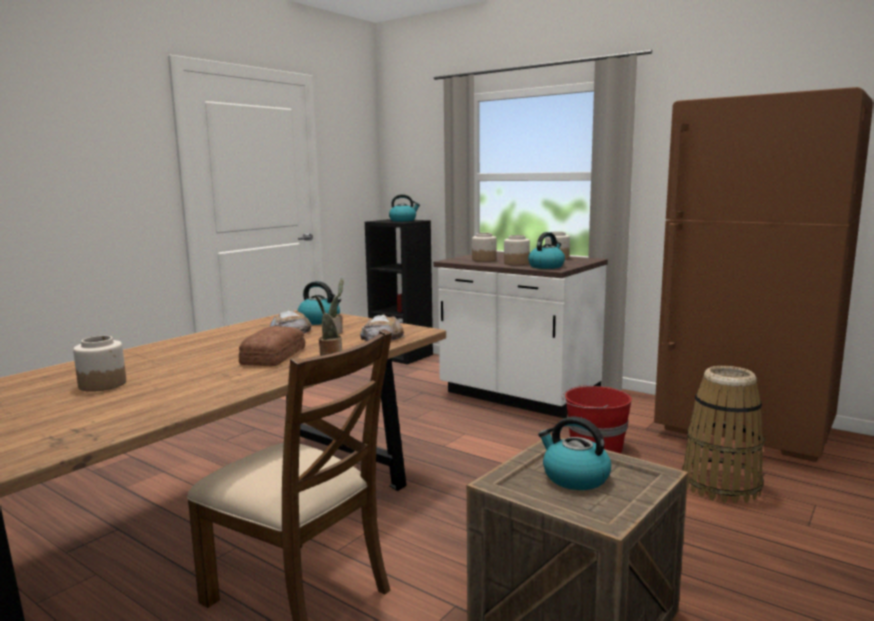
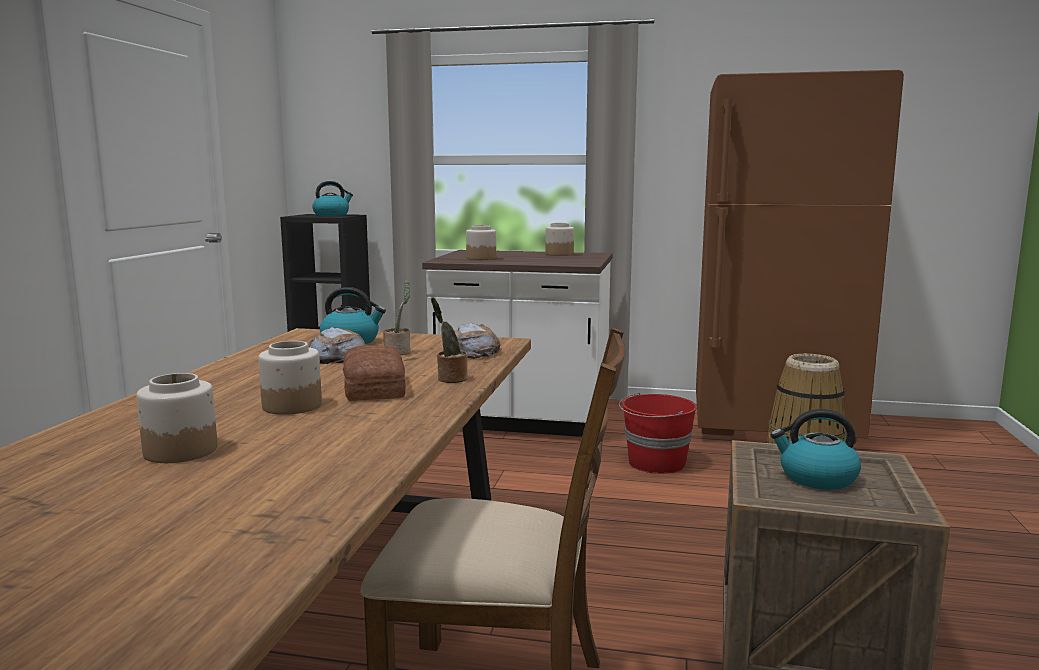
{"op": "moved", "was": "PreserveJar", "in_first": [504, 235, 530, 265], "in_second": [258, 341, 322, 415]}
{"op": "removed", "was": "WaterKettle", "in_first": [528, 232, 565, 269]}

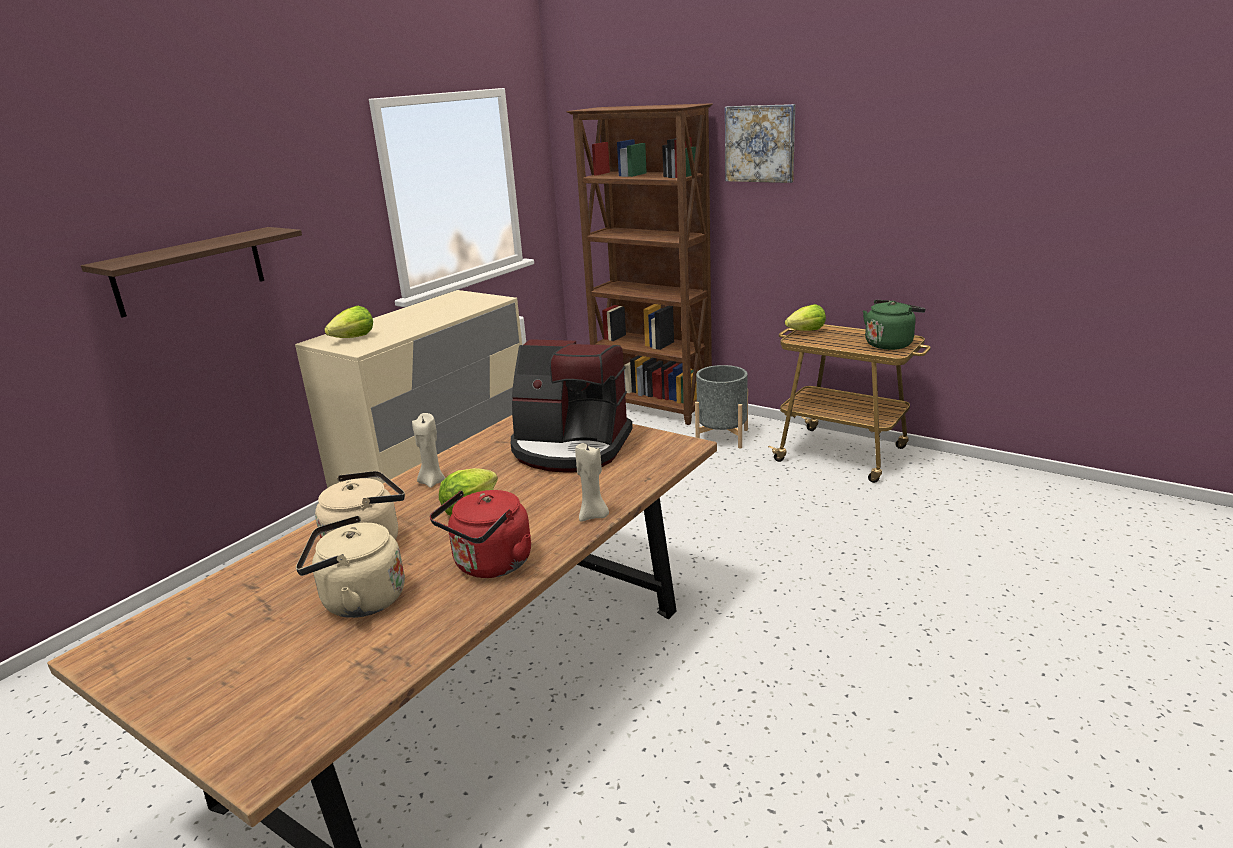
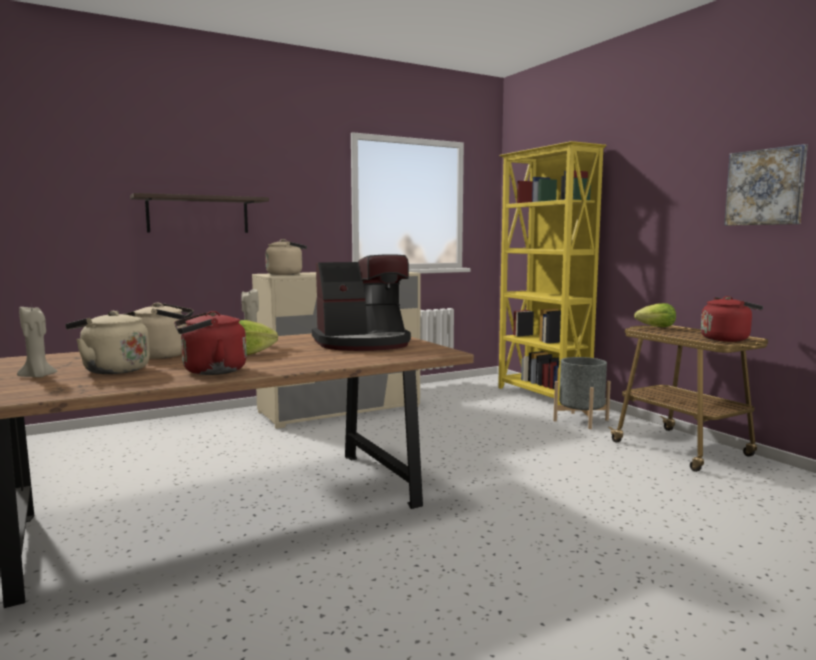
{"op": "replaced", "was": "Lettuce", "now": "SandColouredWaterKettle", "in_first": [324, 306, 373, 338], "in_second": [265, 239, 307, 275]}
{"op": "turned", "was": "CoffeeBrewer", "in_first": [511, 339, 633, 473], "in_second": [312, 254, 411, 351], "clockwise": -60}
{"op": "recoloured", "was": "BrownBookcase", "now": "YellowishBookcase", "in_first": [567, 103, 713, 425], "in_second": [498, 141, 607, 405]}
{"op": "moved", "was": "SandColouredWaxCandle", "in_first": [575, 443, 609, 521], "in_second": [17, 307, 58, 378]}
{"op": "moved", "was": "WallPicture", "in_first": [725, 104, 795, 183], "in_second": [724, 144, 808, 226]}
{"op": "recoloured", "was": "GreenColouredWaterKettle", "now": "RedWaterKettle", "in_first": [863, 300, 926, 350], "in_second": [701, 296, 763, 342]}

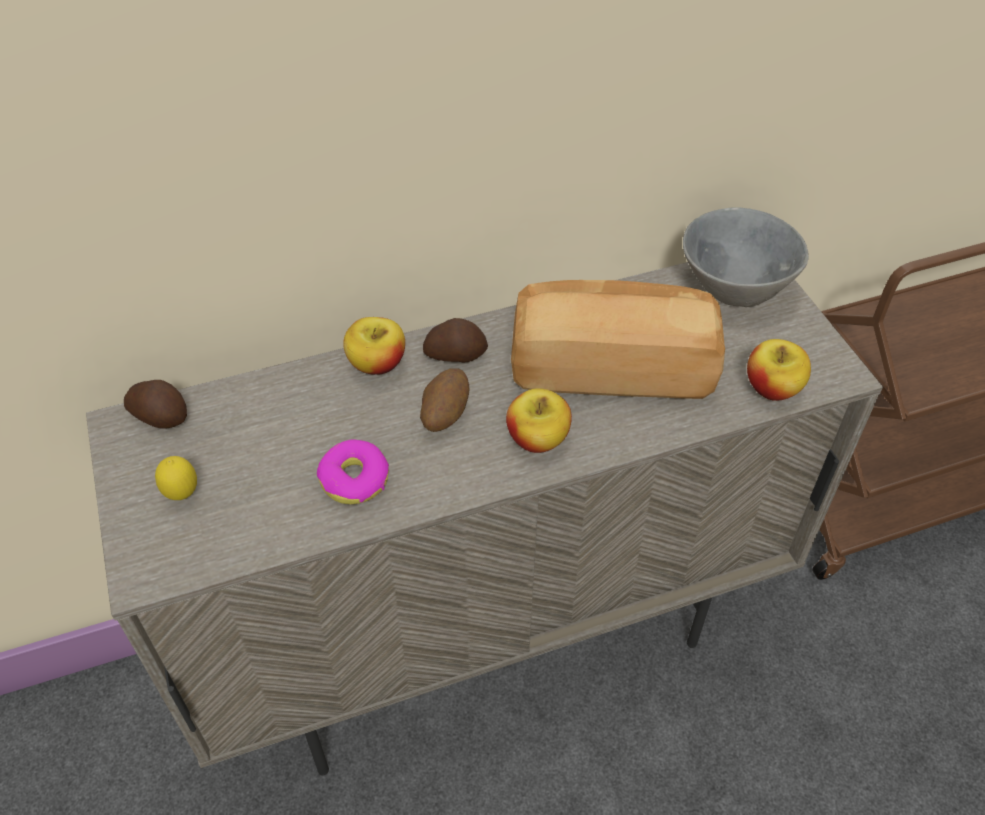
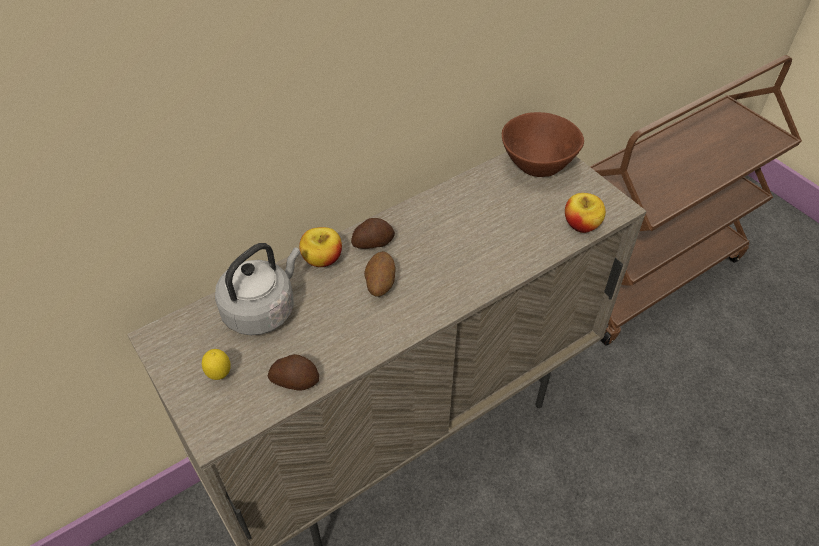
{"op": "moved", "was": "Spud", "in_first": [124, 380, 187, 429], "in_second": [268, 354, 319, 390]}
{"op": "removed", "was": "Donut", "in_first": [317, 440, 389, 504]}
{"op": "removed", "was": "AppleFruit", "in_first": [506, 388, 572, 453]}
{"op": "removed", "was": "Bread", "in_first": [511, 280, 725, 399]}
{"op": "recoloured", "was": "GreyishServingBowl", "now": "BrownServingBowl", "in_first": [683, 207, 809, 307], "in_second": [502, 112, 584, 177]}
{"op": "added", "now": "GreyishWaterKettle", "in_second": [215, 243, 300, 335]}

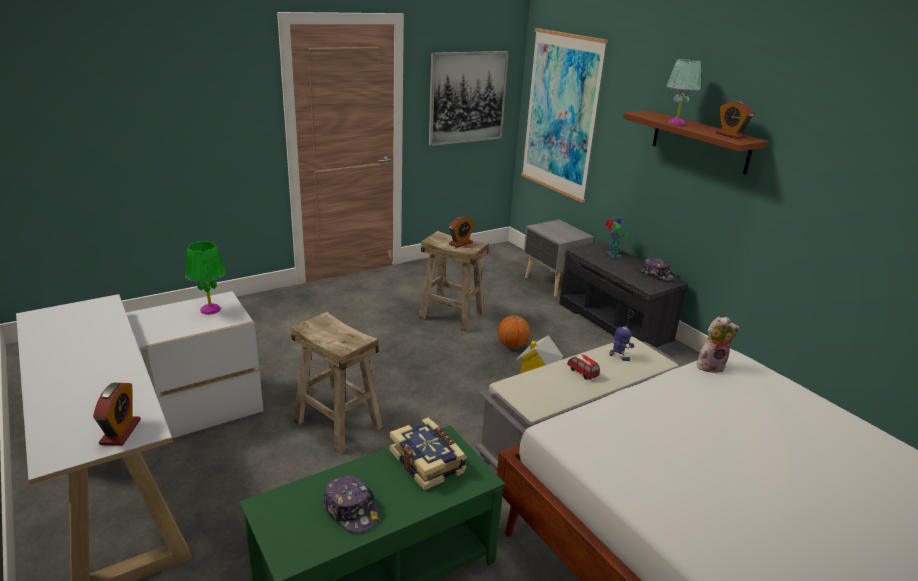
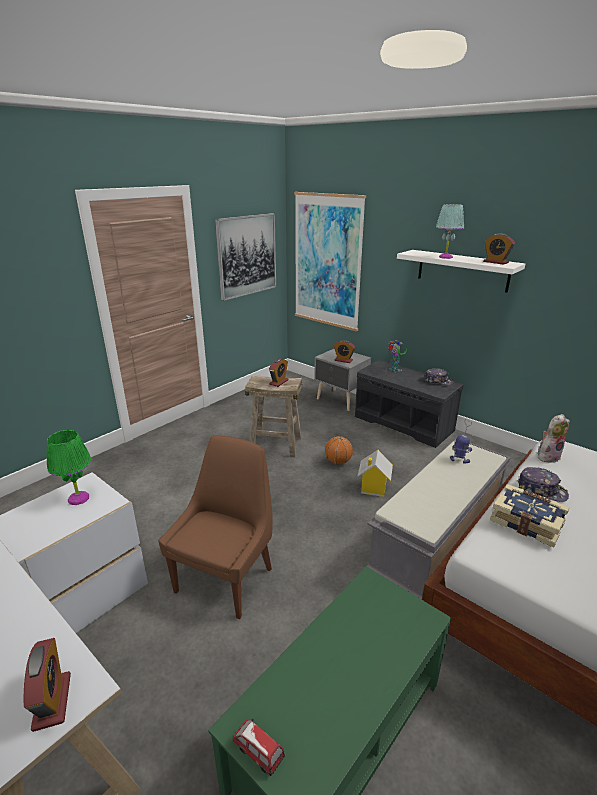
{"op": "replaced", "was": "SandColouredStoolSeat", "now": "BrownUprightChair", "in_first": [291, 312, 383, 454], "in_second": [158, 435, 273, 619]}
{"op": "moved", "was": "PeakedCap", "in_first": [323, 475, 380, 533], "in_second": [518, 467, 569, 502]}
{"op": "moved", "was": "Book", "in_first": [390, 418, 467, 490], "in_second": [490, 484, 569, 547]}
{"op": "moved", "was": "MiniatureCar", "in_first": [567, 354, 600, 380], "in_second": [233, 718, 285, 776]}
{"op": "recoloured", "was": "BrownBracketShelf", "now": "WhiteColouredBracketShelf", "in_first": [623, 110, 768, 175], "in_second": [397, 250, 525, 293]}
{"op": "added", "now": "BedsideClock", "in_second": [334, 340, 355, 363]}

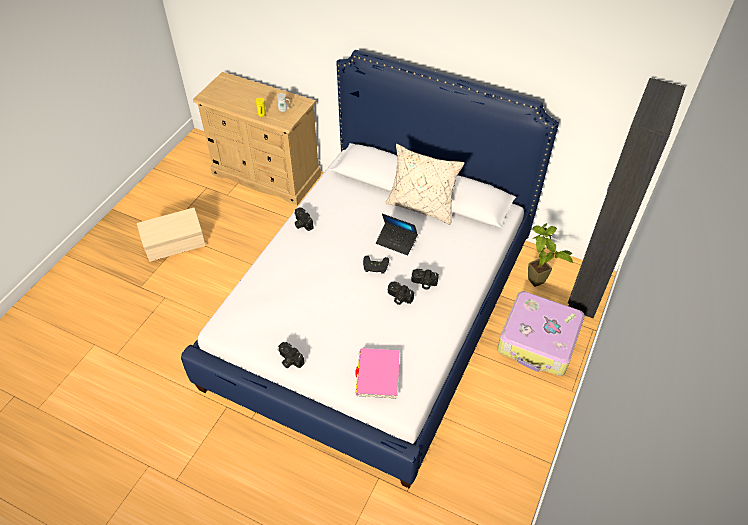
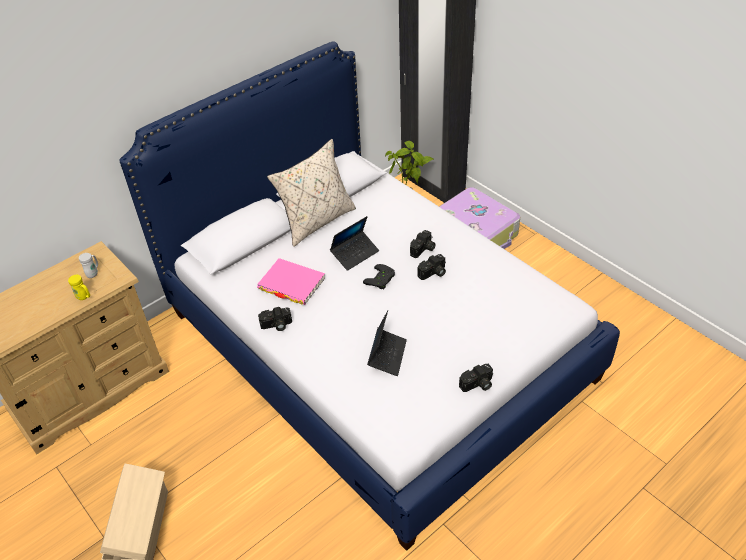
{"op": "moved", "was": "PinkColouredBook", "in_first": [355, 348, 400, 399], "in_second": [257, 258, 325, 305]}
{"op": "added", "now": "PortableComputer", "in_second": [367, 310, 407, 376]}

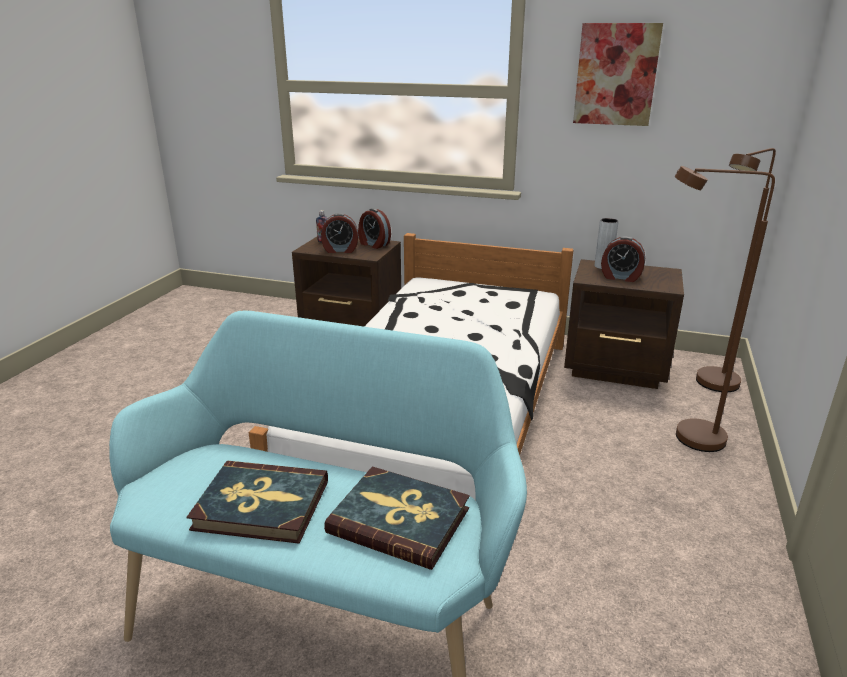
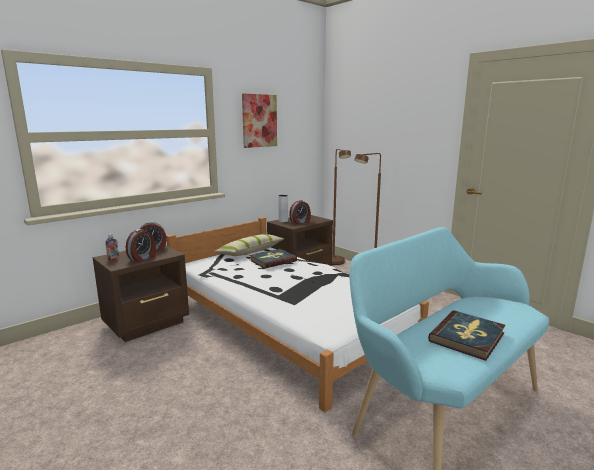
{"op": "moved", "was": "Book", "in_first": [324, 466, 470, 570], "in_second": [249, 249, 297, 269]}
{"op": "added", "now": "Cushion", "in_second": [214, 234, 284, 256]}

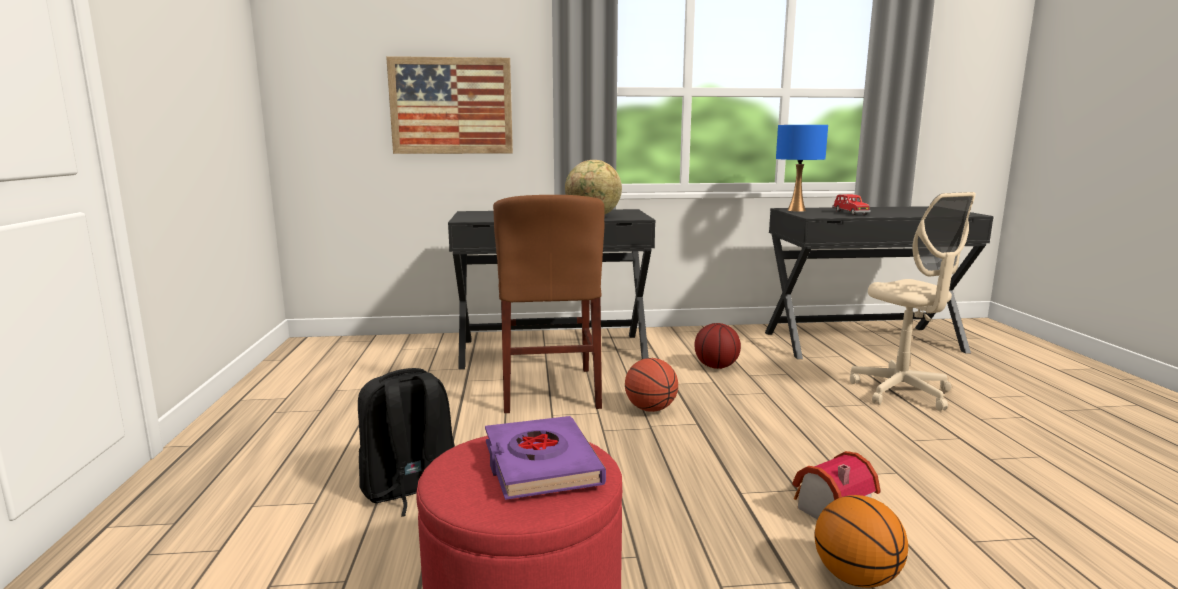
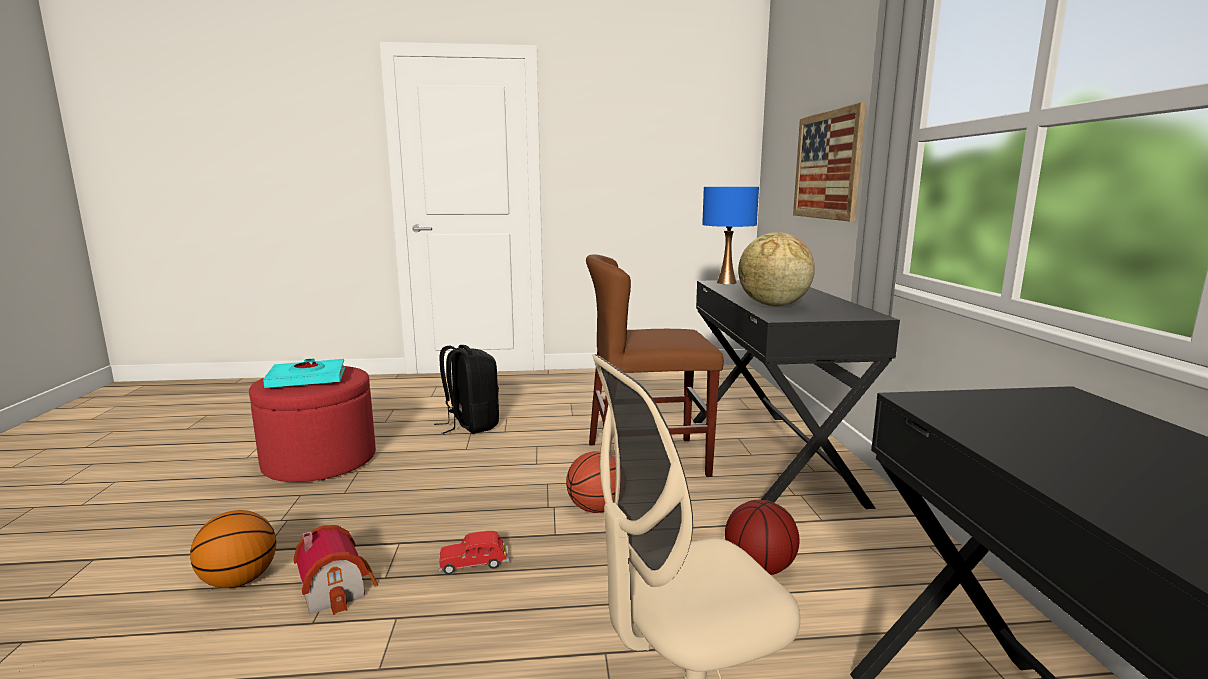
{"op": "recoloured", "was": "PurplishBook", "now": "TurquoiseBook", "in_first": [485, 416, 606, 500], "in_second": [263, 359, 345, 388]}
{"op": "moved", "was": "BluishTabletopLamp", "in_first": [776, 125, 828, 212], "in_second": [702, 187, 759, 284]}
{"op": "moved", "was": "RedMiniatureCar", "in_first": [832, 194, 870, 215], "in_second": [438, 531, 509, 575]}

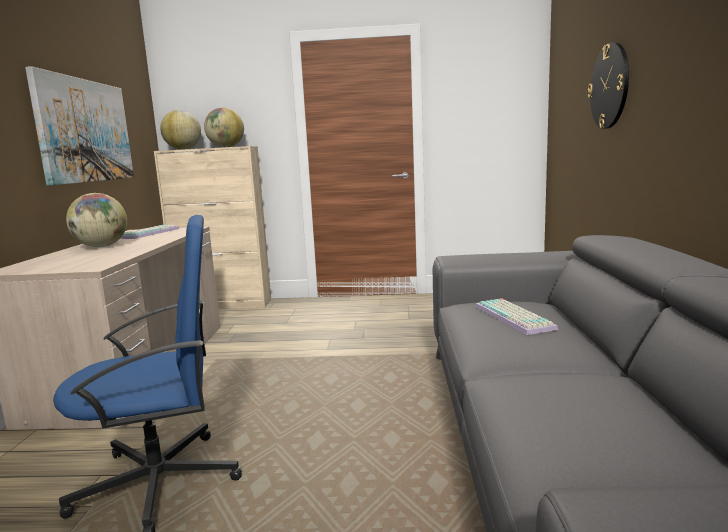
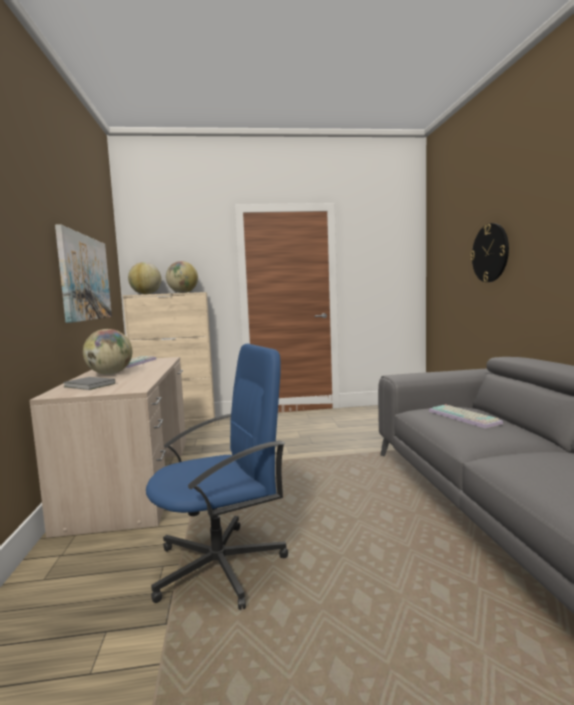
{"op": "added", "now": "GreyishBook", "in_second": [63, 377, 115, 390]}

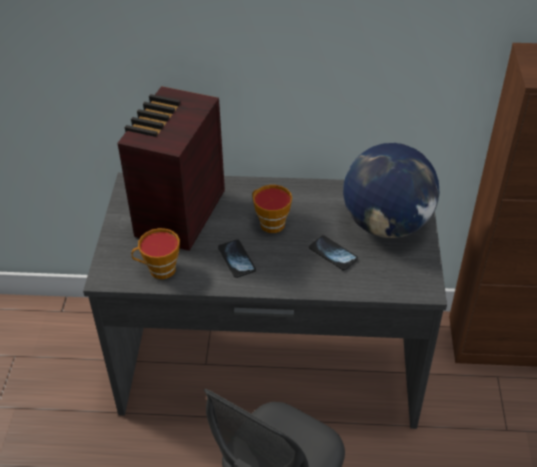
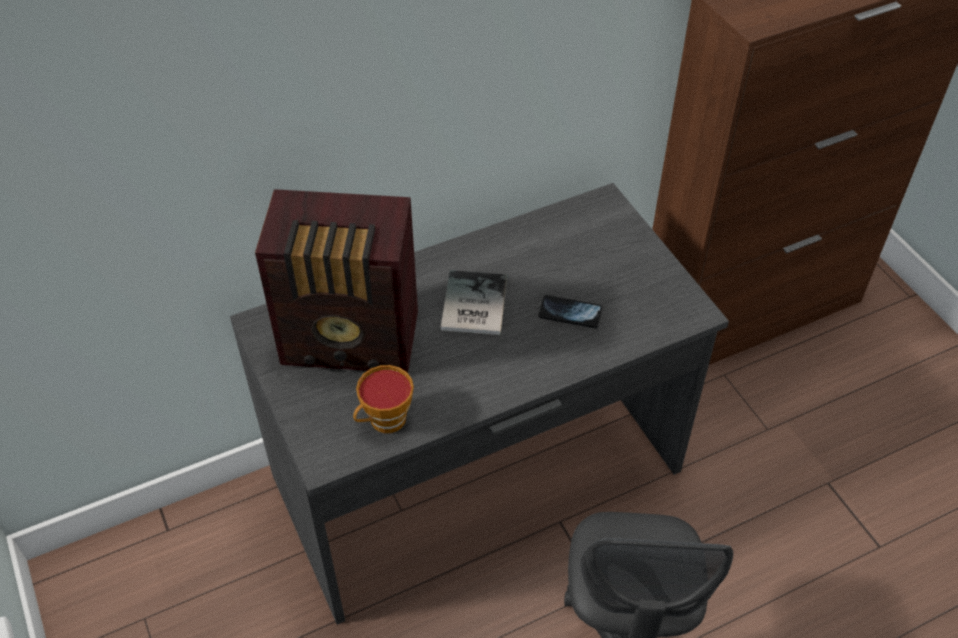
{"op": "turned", "was": "Radio", "in_first": [118, 86, 225, 251], "in_second": [255, 189, 418, 373], "clockwise": -75}
{"op": "removed", "was": "Phone", "in_first": [218, 239, 256, 278]}
{"op": "replaced", "was": "DrinkingCup", "now": "Book", "in_first": [252, 185, 292, 233], "in_second": [441, 270, 507, 335]}
{"op": "removed", "was": "Globe", "in_first": [343, 143, 440, 238]}

